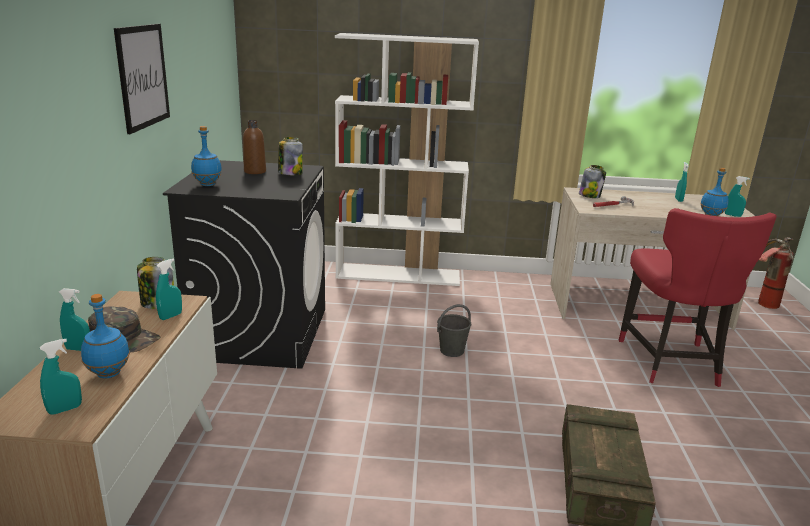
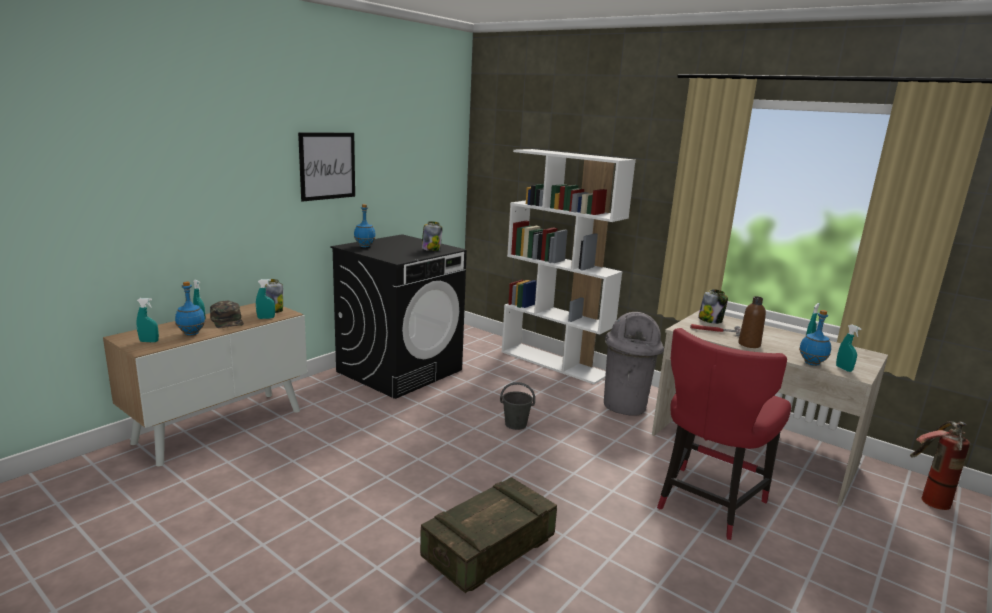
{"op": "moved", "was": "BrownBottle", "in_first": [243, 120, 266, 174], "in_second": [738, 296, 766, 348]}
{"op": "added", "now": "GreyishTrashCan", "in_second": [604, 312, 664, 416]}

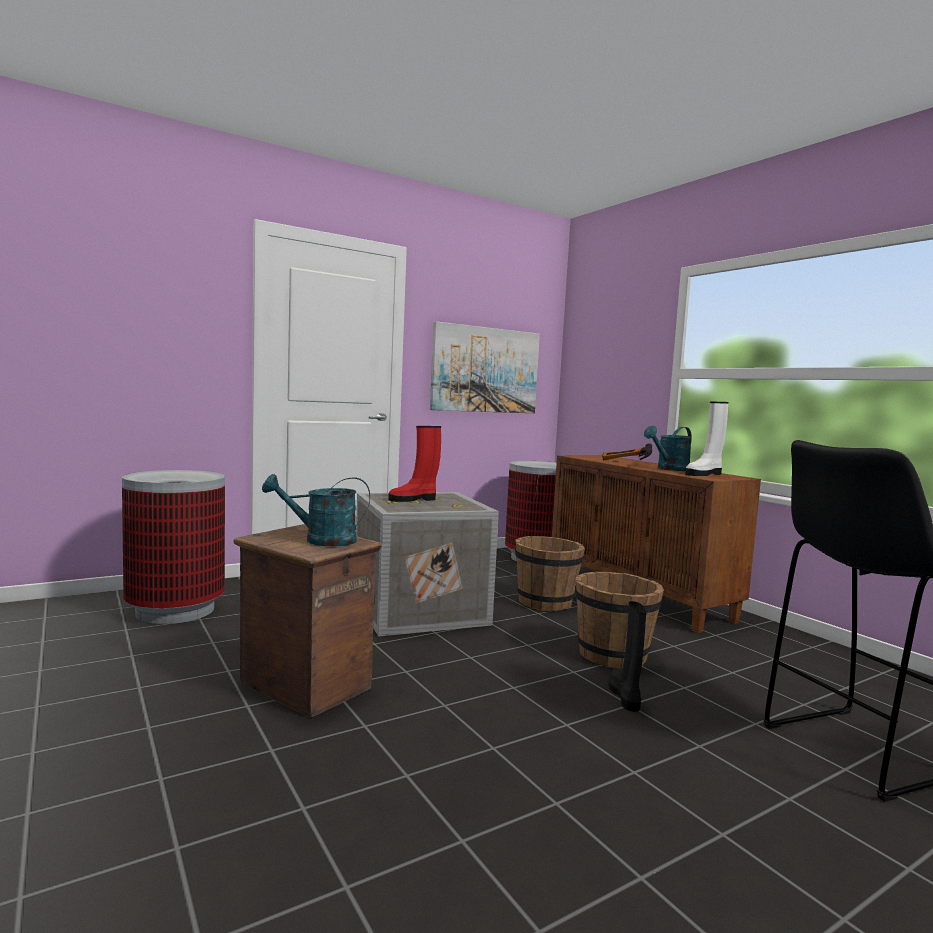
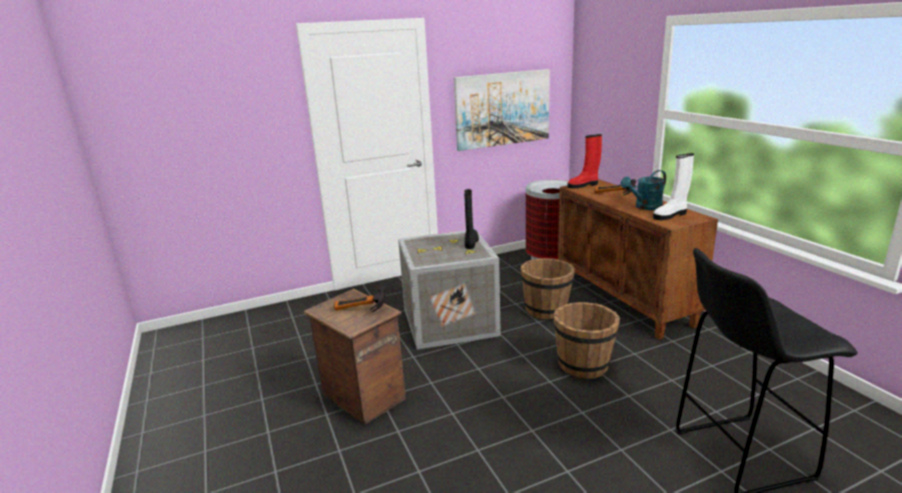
{"op": "removed", "was": "TrashCan", "in_first": [122, 470, 225, 624]}
{"op": "replaced", "was": "TurquoiseWateringCan", "now": "Hammer", "in_first": [262, 474, 370, 546], "in_second": [334, 287, 386, 312]}
{"op": "moved", "was": "RedHighTopBoot", "in_first": [388, 426, 441, 502], "in_second": [567, 134, 602, 189]}
{"op": "moved", "was": "BlackHighTopBoot", "in_first": [608, 601, 647, 712], "in_second": [464, 189, 479, 249]}

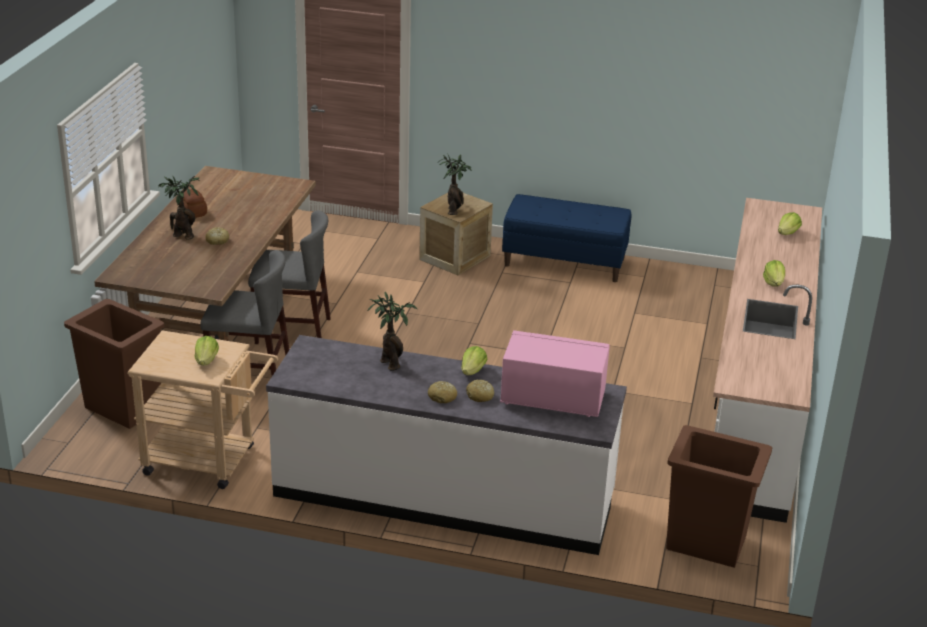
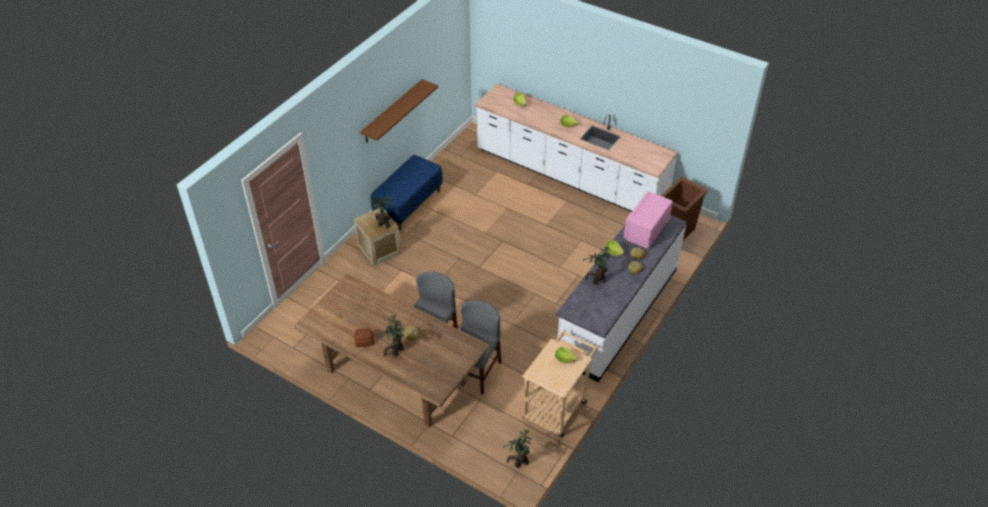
{"op": "removed", "was": "BrownTrashCan", "in_first": [64, 299, 164, 429]}
{"op": "added", "now": "BrownBracketShelf", "in_second": [360, 79, 438, 143]}
{"op": "added", "now": "PlantInAPot", "in_second": [502, 430, 532, 468]}

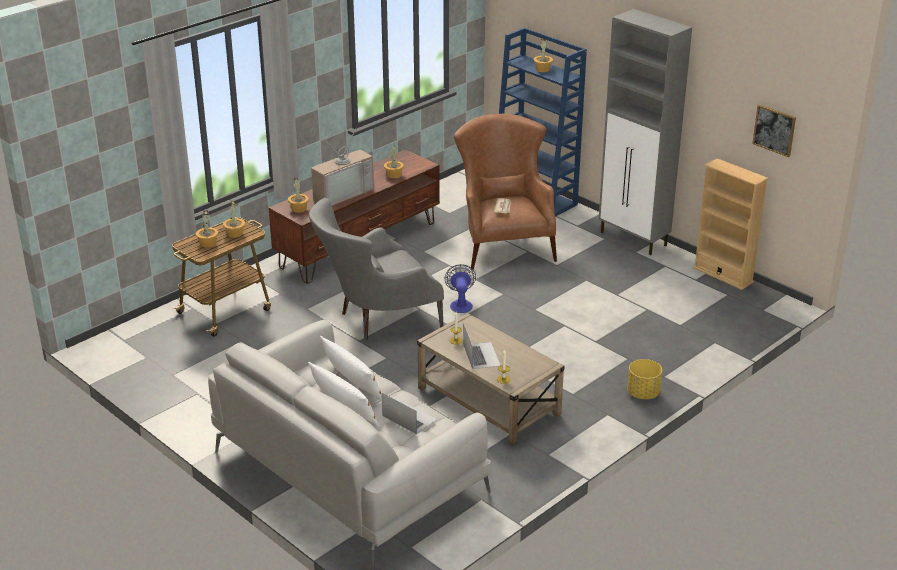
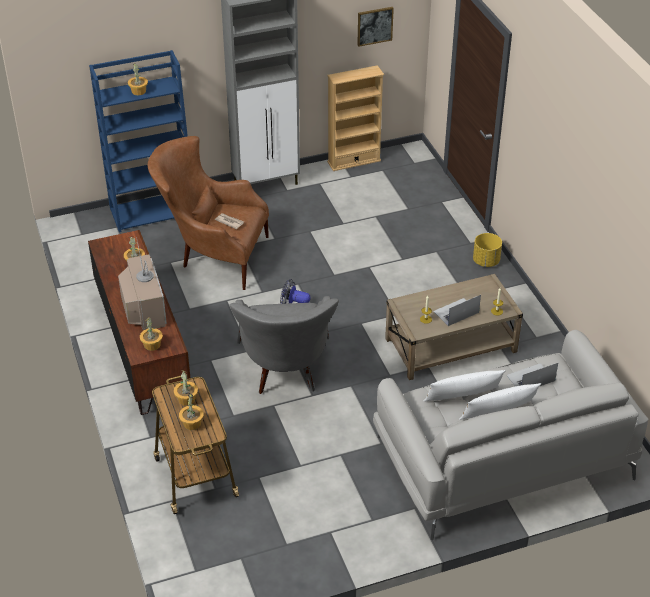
{"op": "turned", "was": "PortableComputer", "in_first": [463, 325, 501, 369], "in_second": [433, 295, 481, 326], "clockwise": -45}

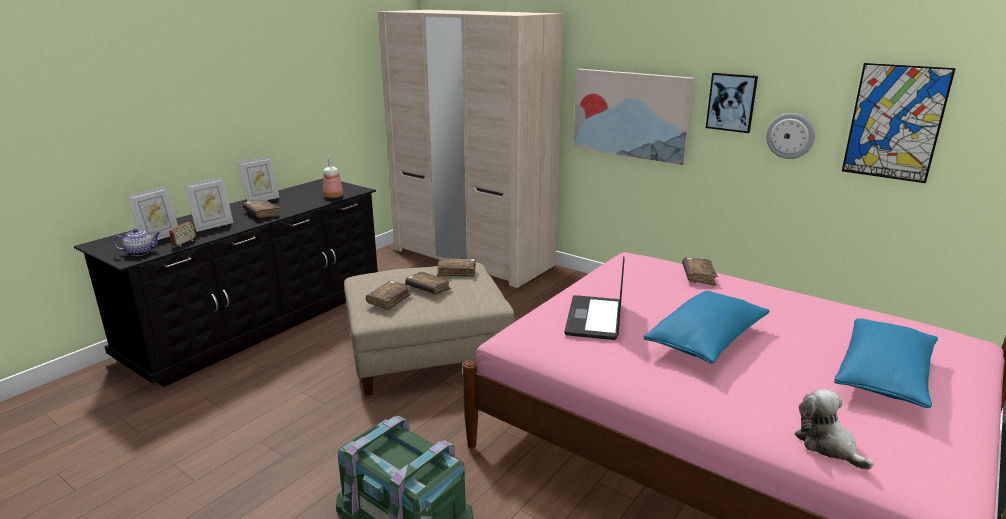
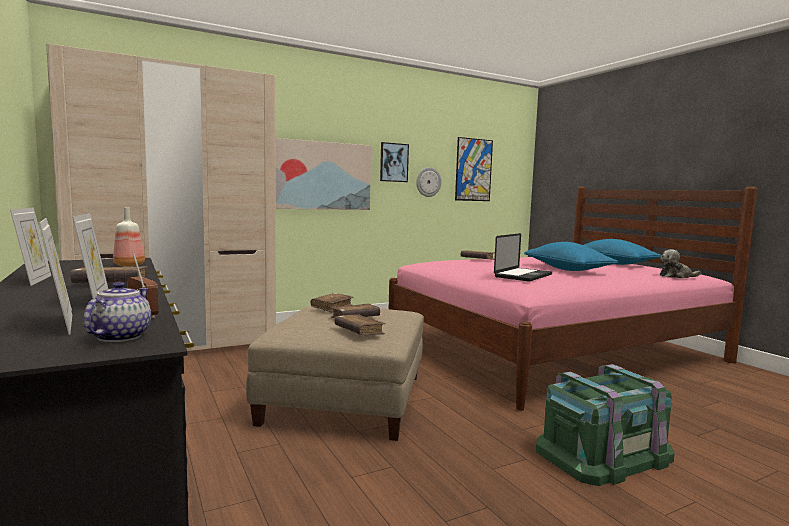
{"op": "turned", "was": "PortableComputer", "in_first": [565, 256, 625, 340], "in_second": [494, 233, 552, 282], "clockwise": -90}

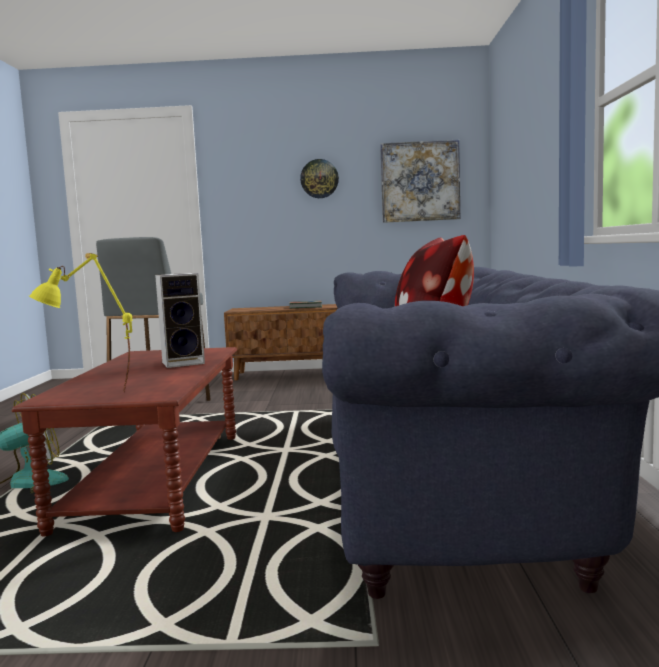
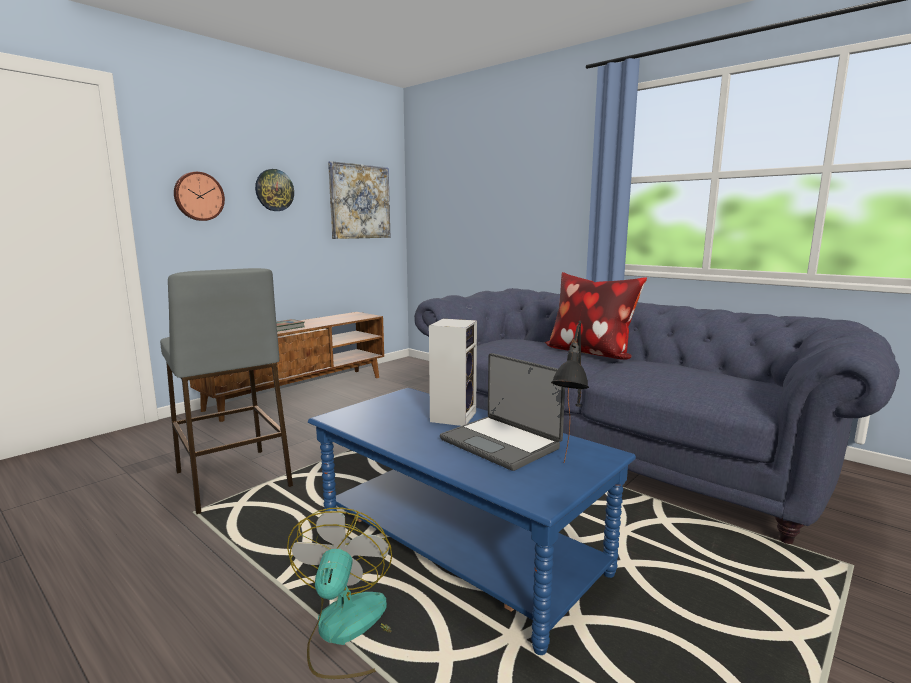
{"op": "recoloured", "was": "BrownCoffeeTable", "now": "BluishCoffeeTable", "in_first": [12, 347, 237, 536], "in_second": [308, 388, 636, 655]}
{"op": "recoloured", "was": "YellowishTabletopLamp", "now": "BlackTabletopLamp", "in_first": [29, 254, 132, 392], "in_second": [551, 321, 589, 463]}
{"op": "added", "now": "ClockOnTheWall", "in_second": [174, 172, 225, 221]}
{"op": "added", "now": "PortableComputer", "in_second": [440, 353, 565, 471]}

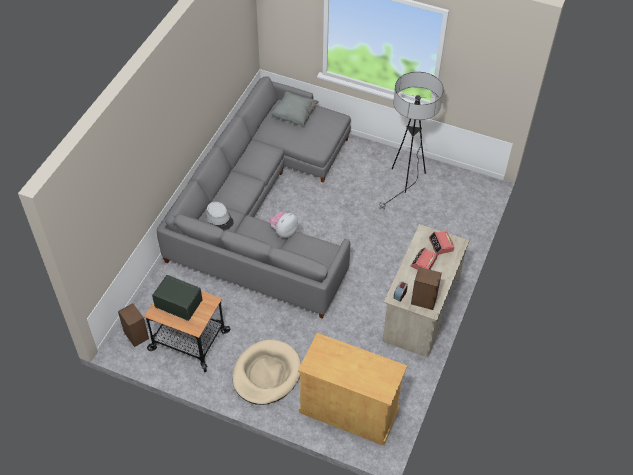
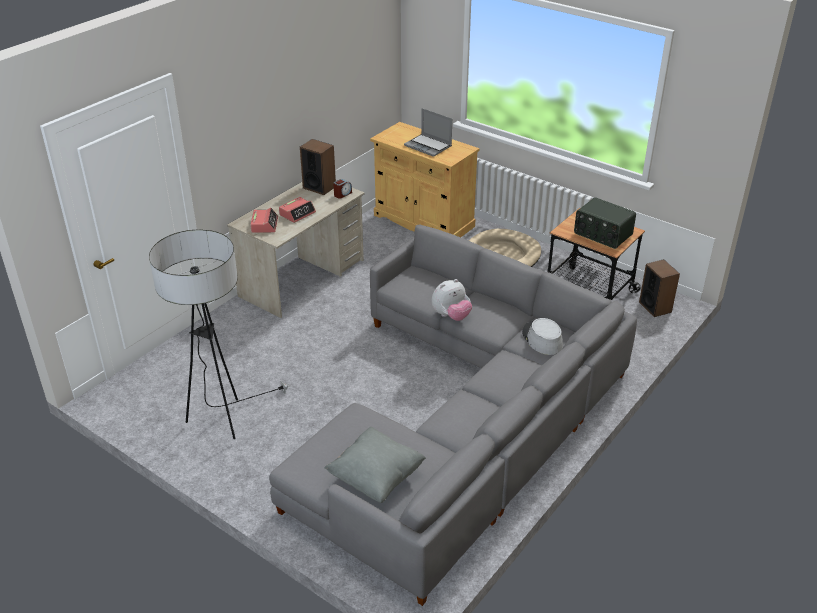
{"op": "added", "now": "PortableComputer", "in_second": [404, 108, 452, 157]}

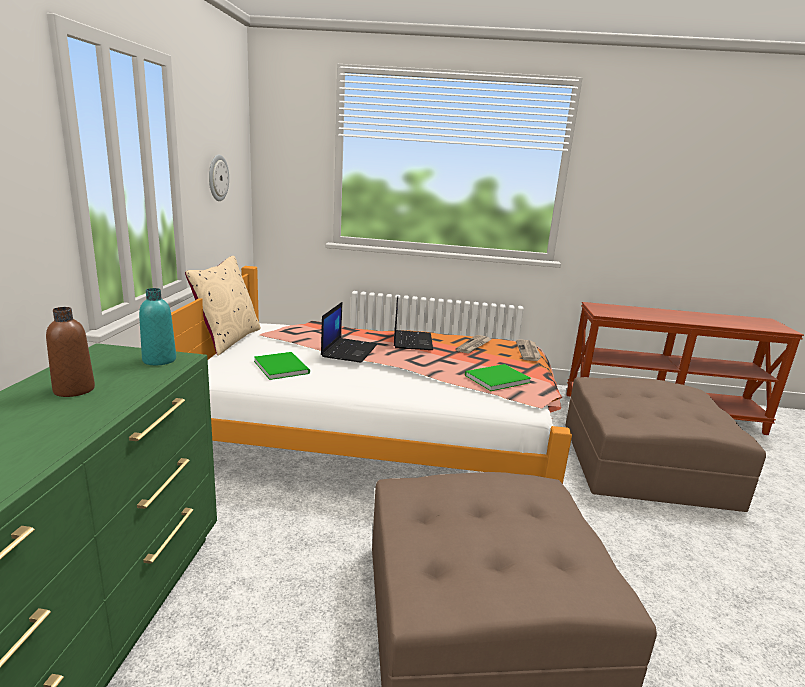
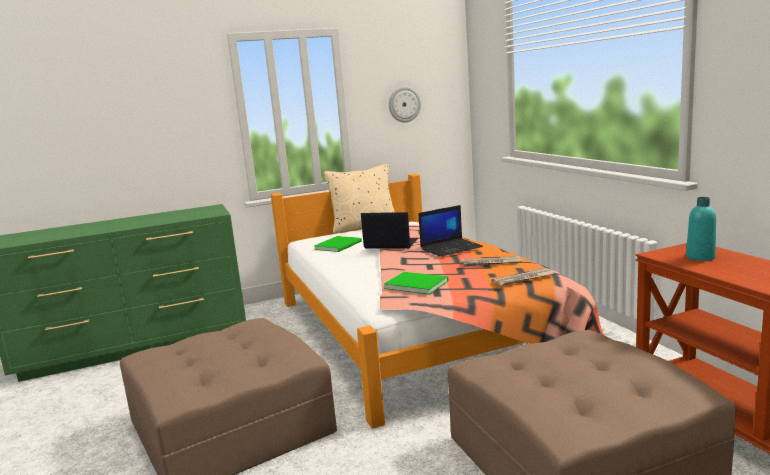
{"op": "removed", "was": "BrownBottle", "in_first": [46, 307, 95, 397]}
{"op": "moved", "was": "TurquoiseBottle", "in_first": [139, 288, 176, 365], "in_second": [686, 197, 716, 261]}
{"op": "turned", "was": "PortableComputer", "in_first": [321, 302, 377, 363], "in_second": [361, 212, 418, 249], "clockwise": -150}

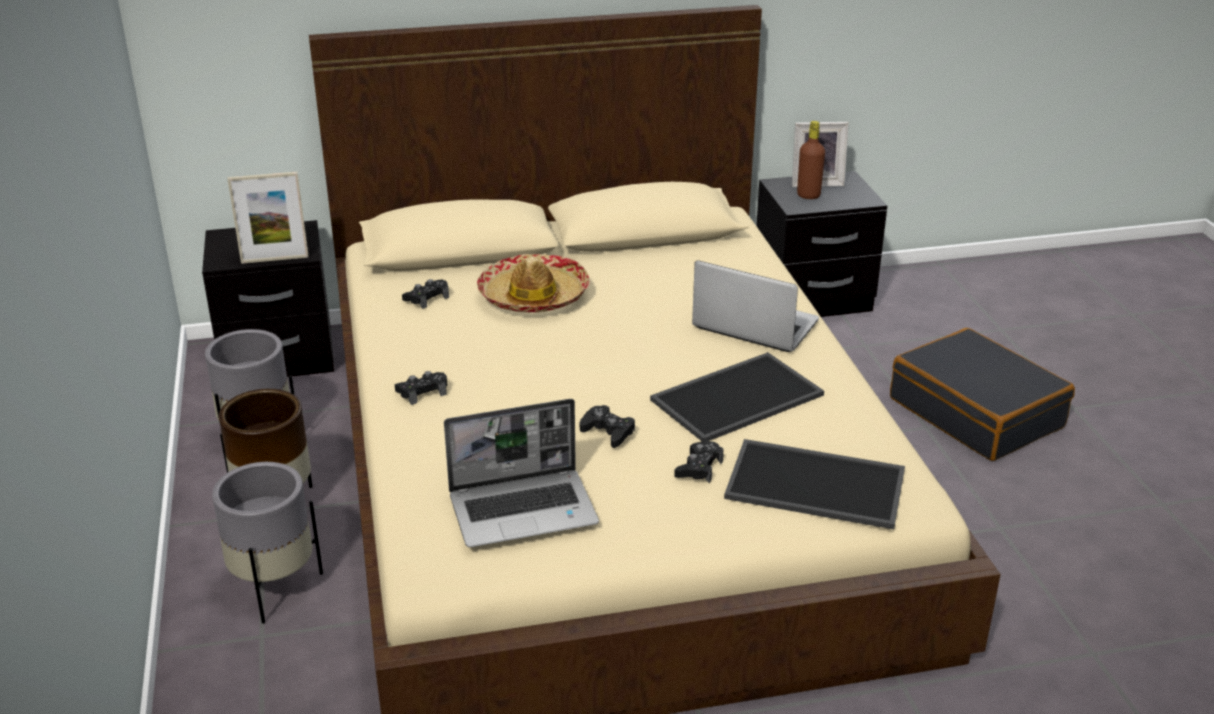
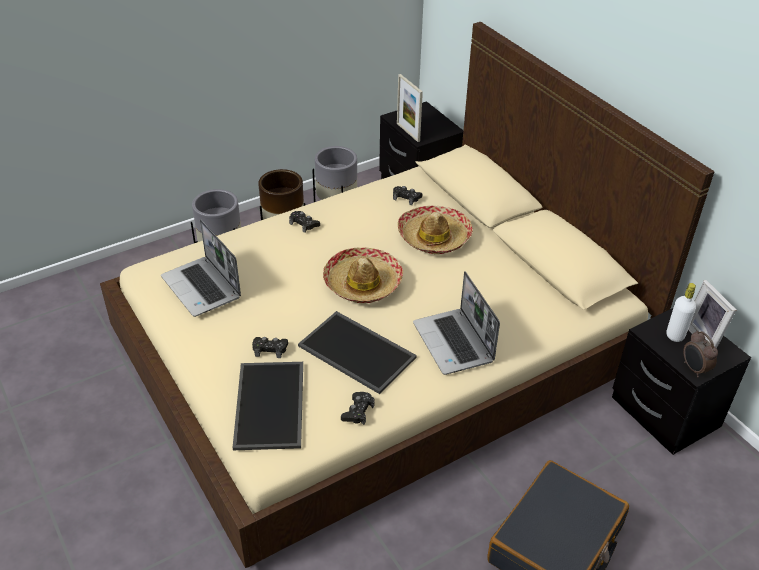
{"op": "moved", "was": "BlackGameController", "in_first": [580, 405, 635, 448], "in_second": [341, 392, 375, 425]}
{"op": "turned", "was": "PortableComputer", "in_first": [692, 261, 819, 352], "in_second": [413, 271, 500, 375], "clockwise": 150}
{"op": "recoloured", "was": "BrownBottle", "now": "WhiteColouredBottle", "in_first": [797, 121, 825, 199], "in_second": [666, 283, 696, 342]}
{"op": "added", "now": "Hat", "in_second": [323, 248, 403, 303]}
{"op": "added", "now": "BedsideClock", "in_second": [683, 330, 718, 377]}

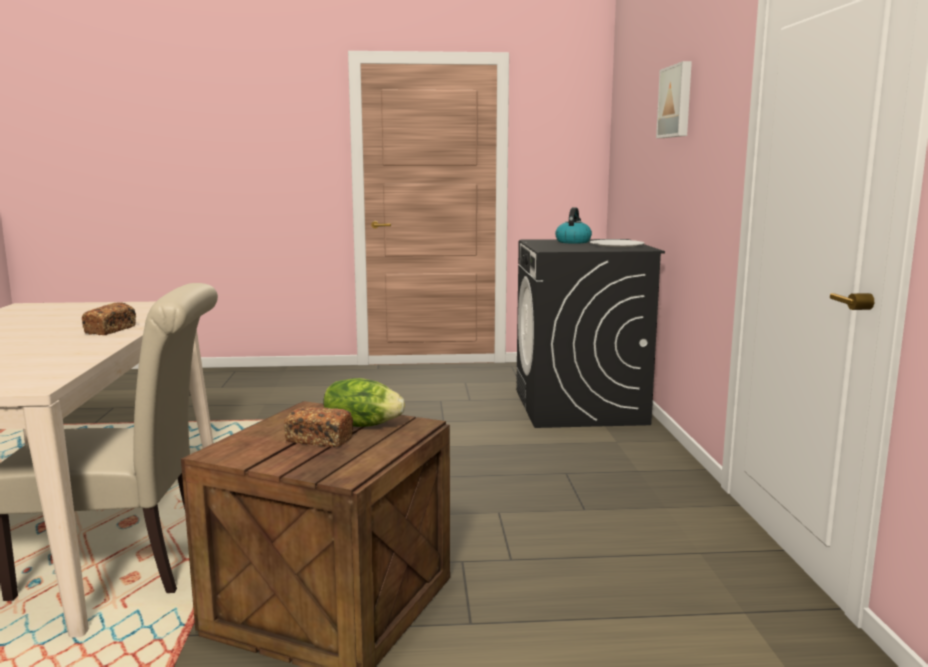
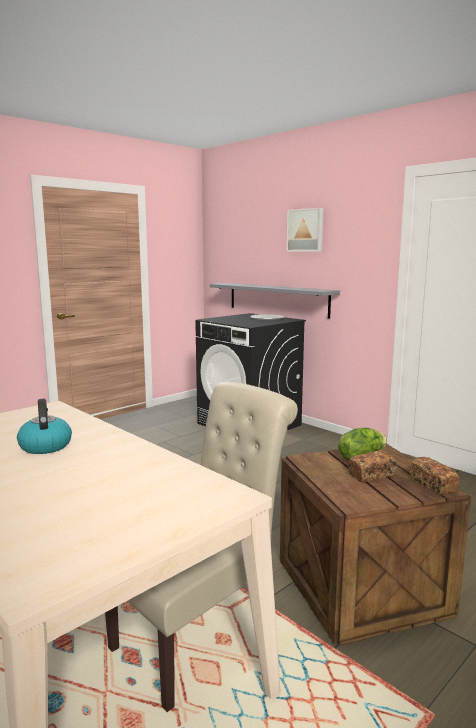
{"op": "moved", "was": "Bread", "in_first": [82, 302, 136, 335], "in_second": [410, 457, 460, 495]}
{"op": "moved", "was": "WaterKettle", "in_first": [555, 207, 592, 244], "in_second": [17, 398, 72, 454]}
{"op": "added", "now": "GreyishBracketShelf", "in_second": [210, 283, 340, 319]}

